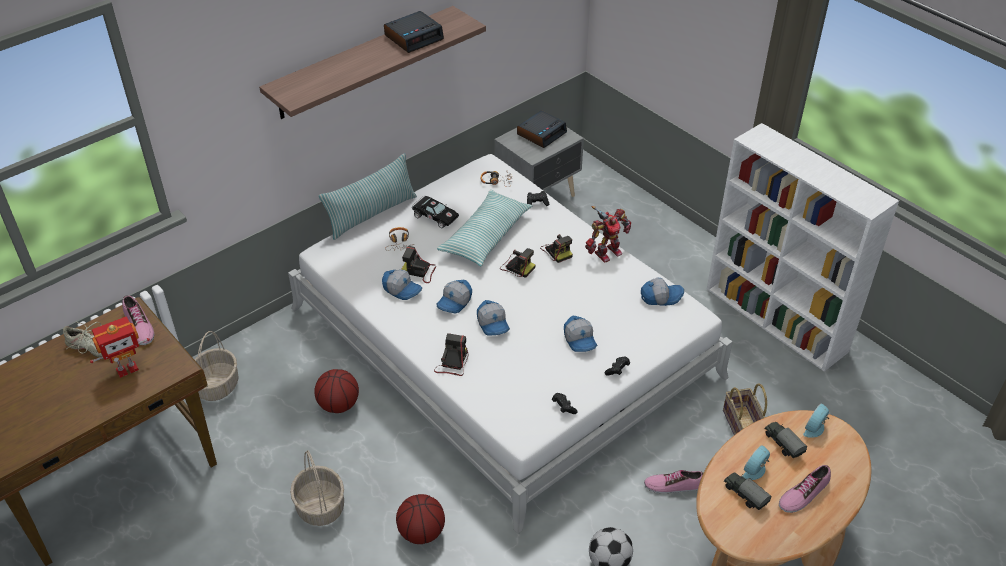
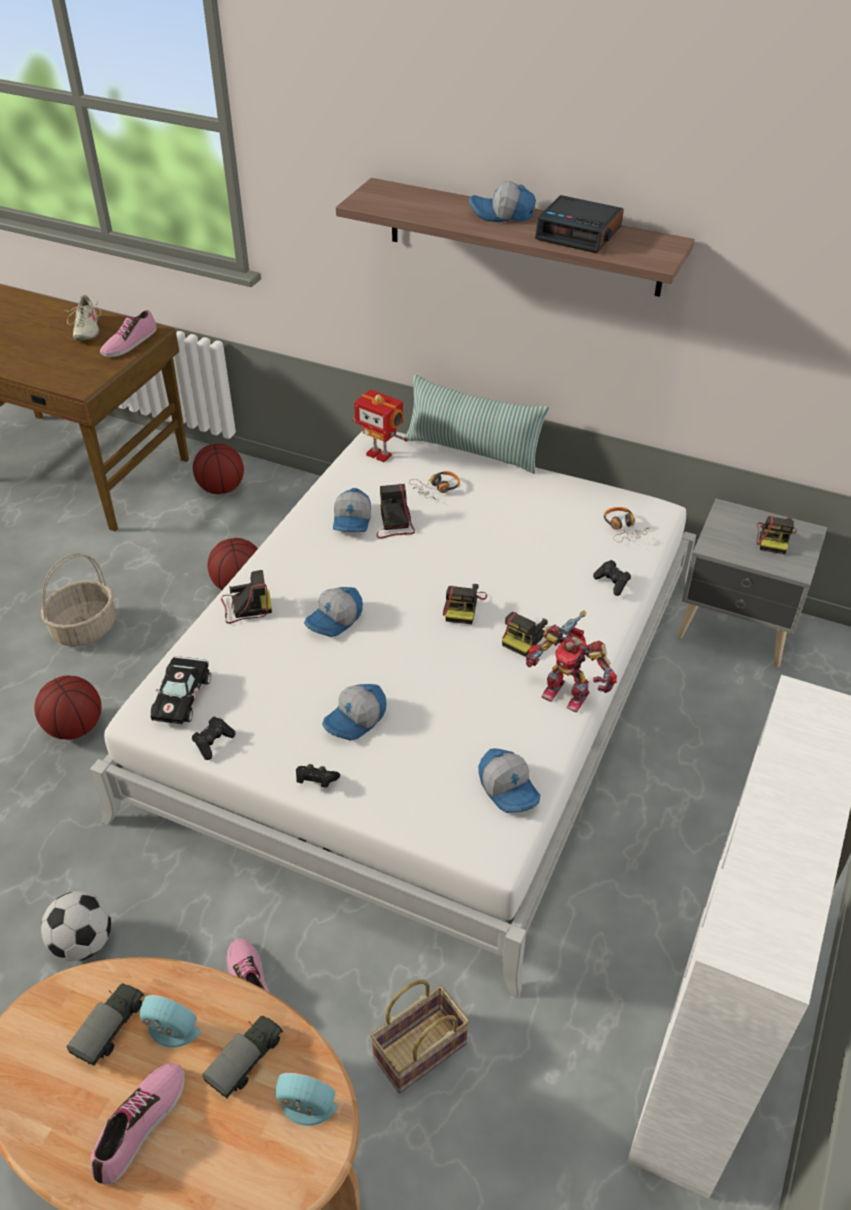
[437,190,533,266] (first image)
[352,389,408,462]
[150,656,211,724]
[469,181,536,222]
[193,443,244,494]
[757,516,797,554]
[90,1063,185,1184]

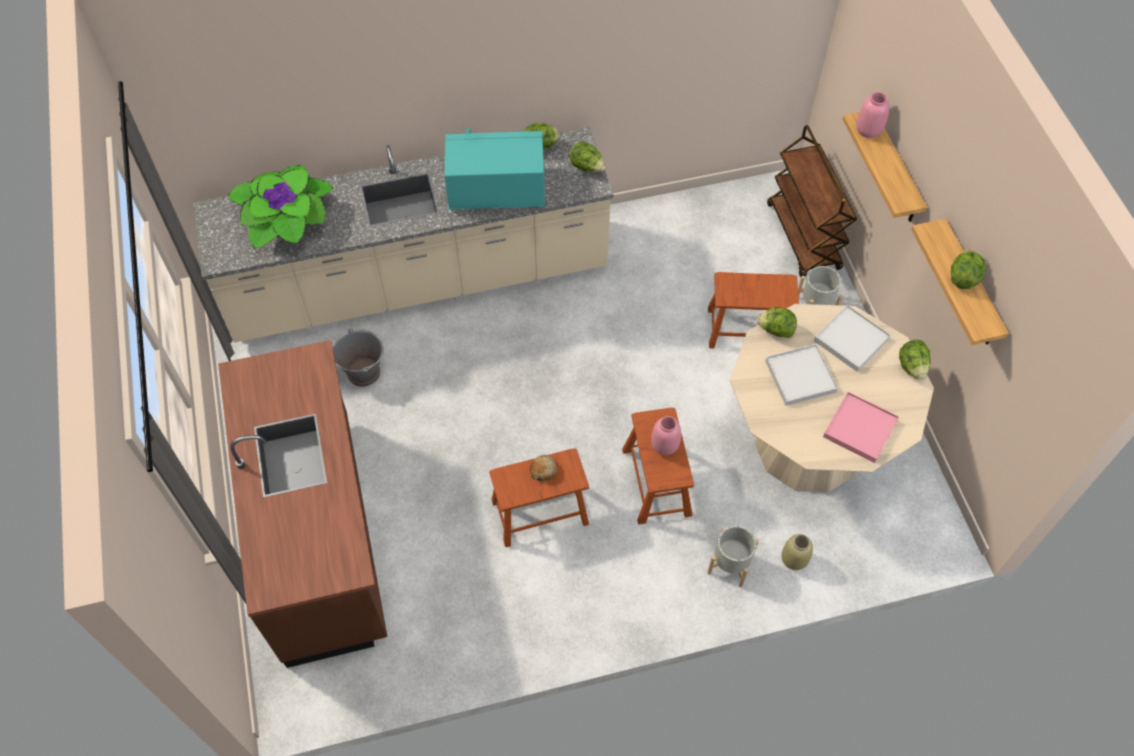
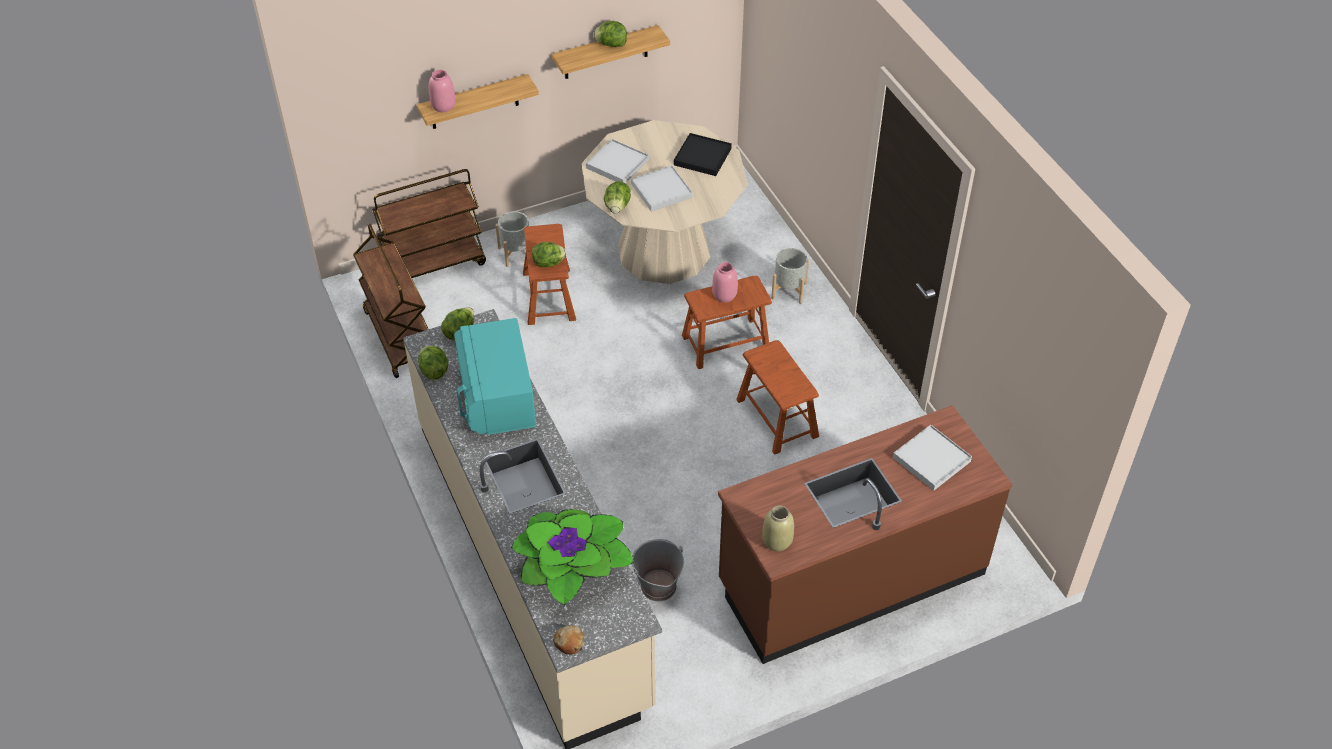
[353,224,429,378]
[893,425,972,491]
[553,625,584,655]
[762,505,794,551]
[532,242,566,267]
[674,133,732,176]

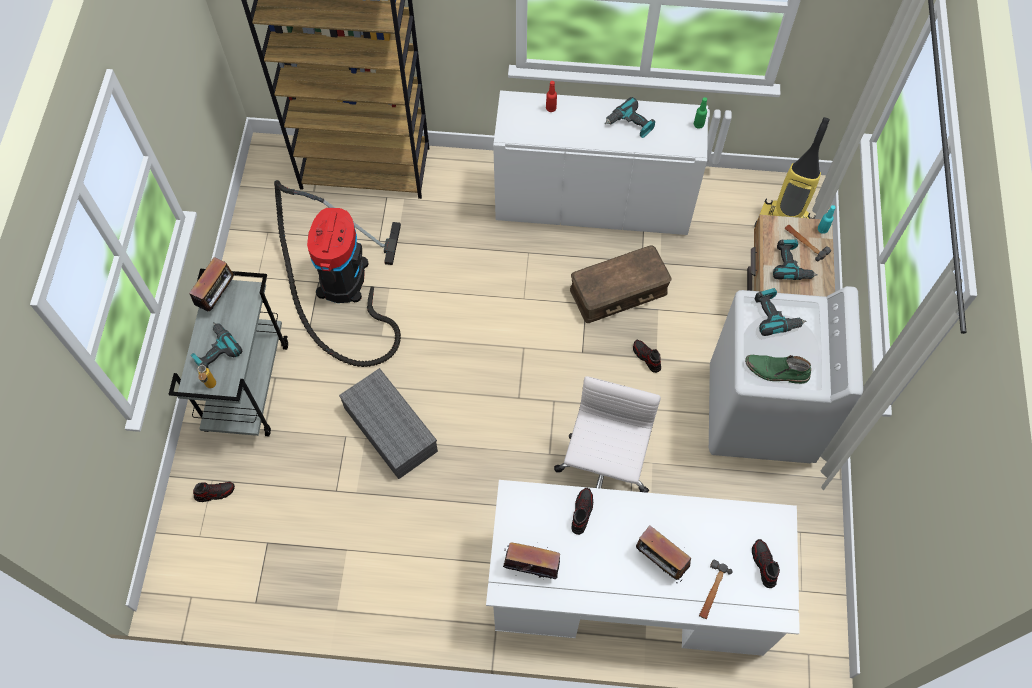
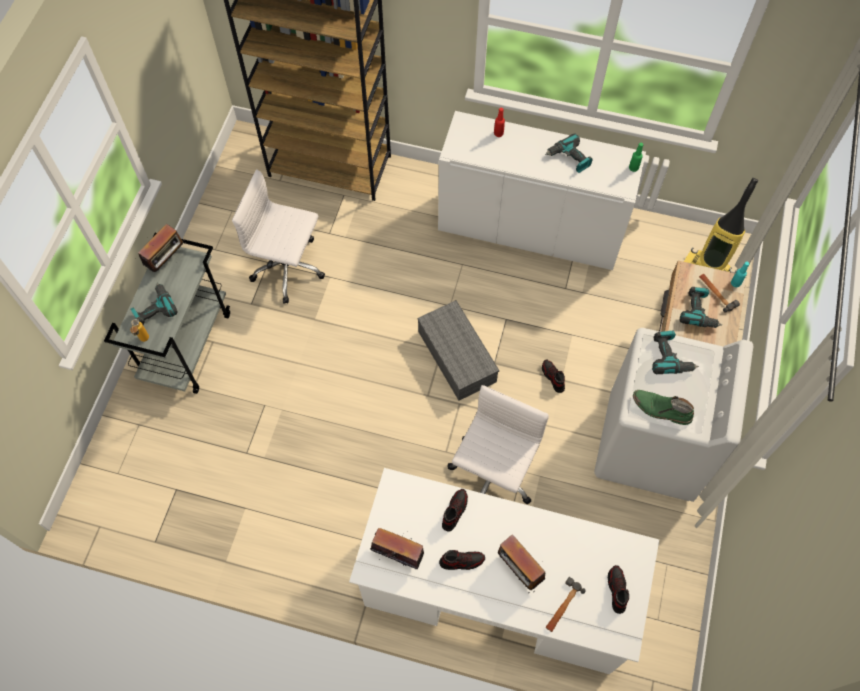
[570,246,671,323] (first image)
[439,550,485,570]
[417,300,499,401]
[232,169,325,304]

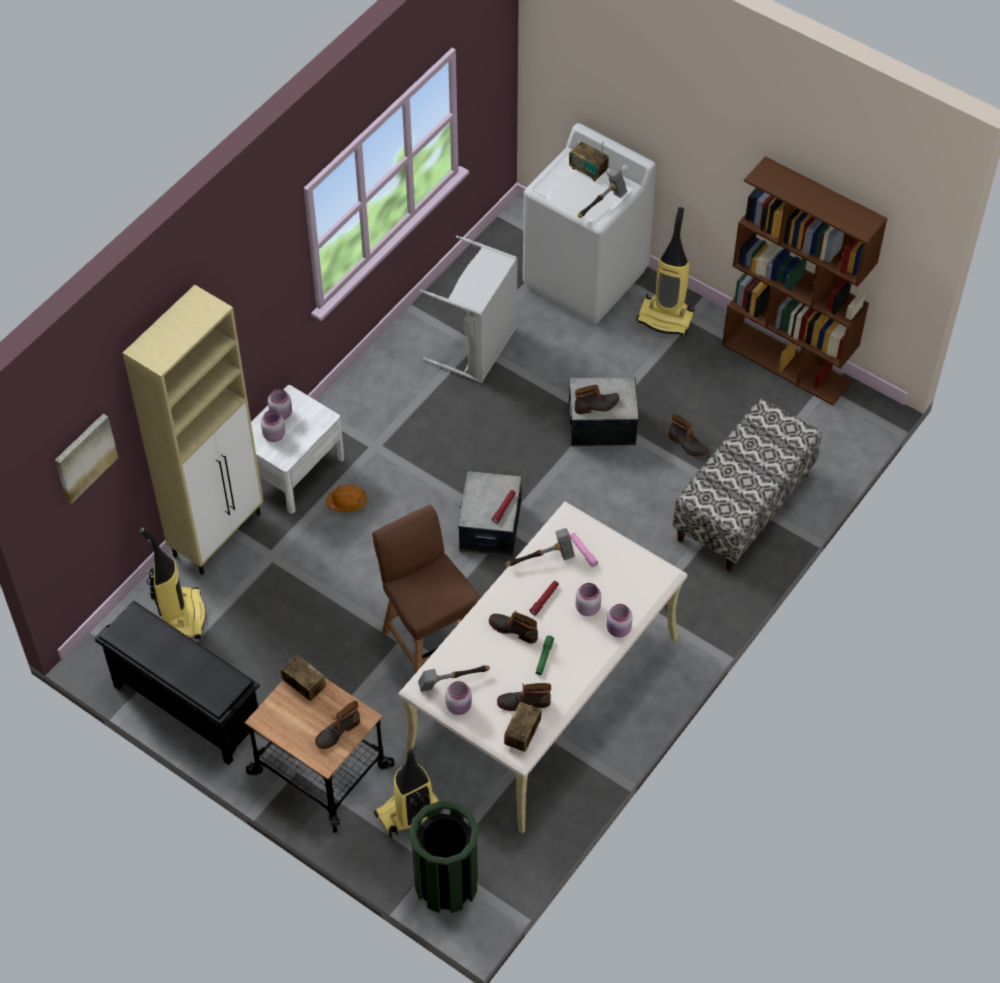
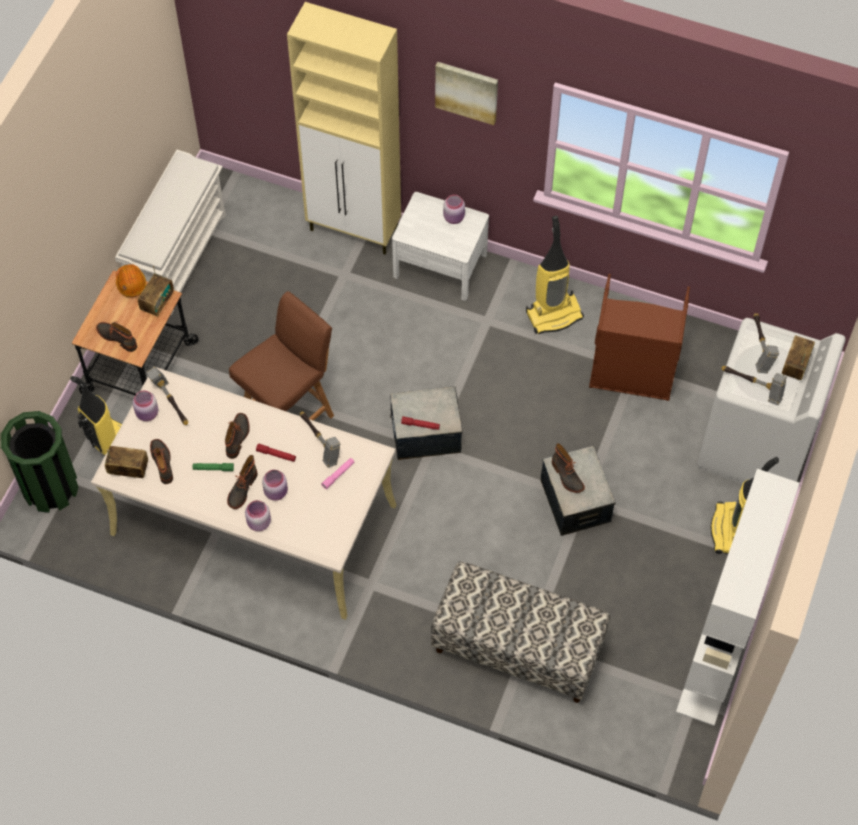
[261,410,285,442] (first image)
[754,313,779,373]
[435,62,498,125]
[526,216,584,334]
[116,264,146,297]
[227,455,258,509]
[115,150,226,315]
[589,274,690,401]
[676,469,799,726]

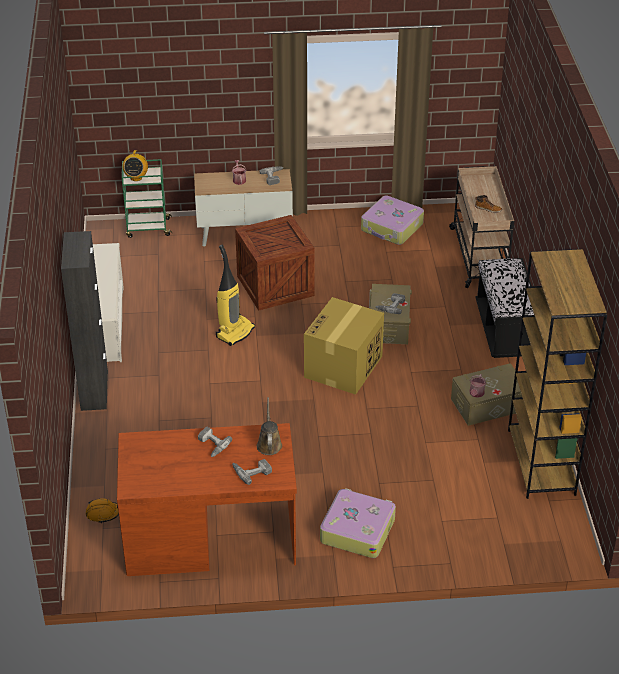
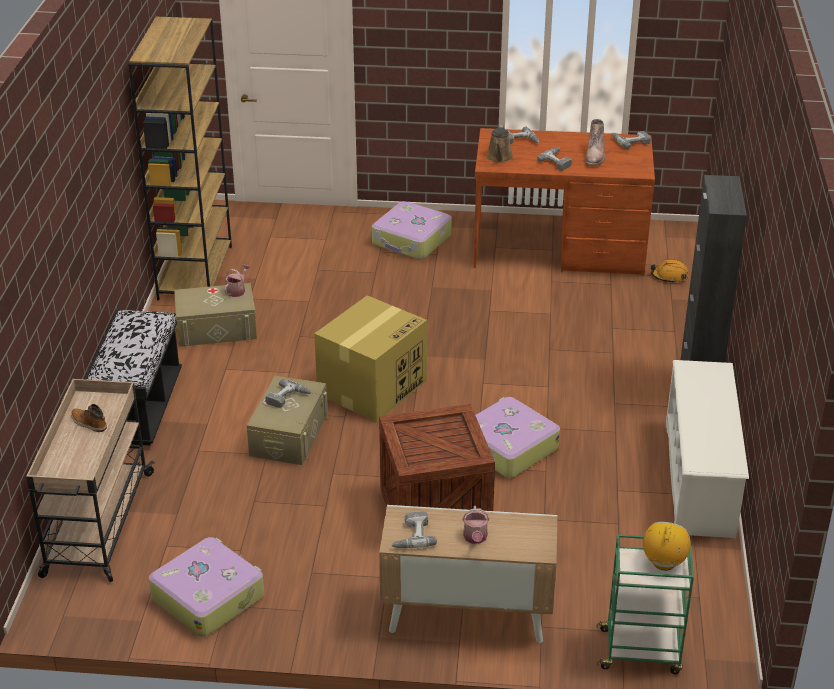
[585,119,605,166]
[612,131,651,149]
[475,397,560,478]

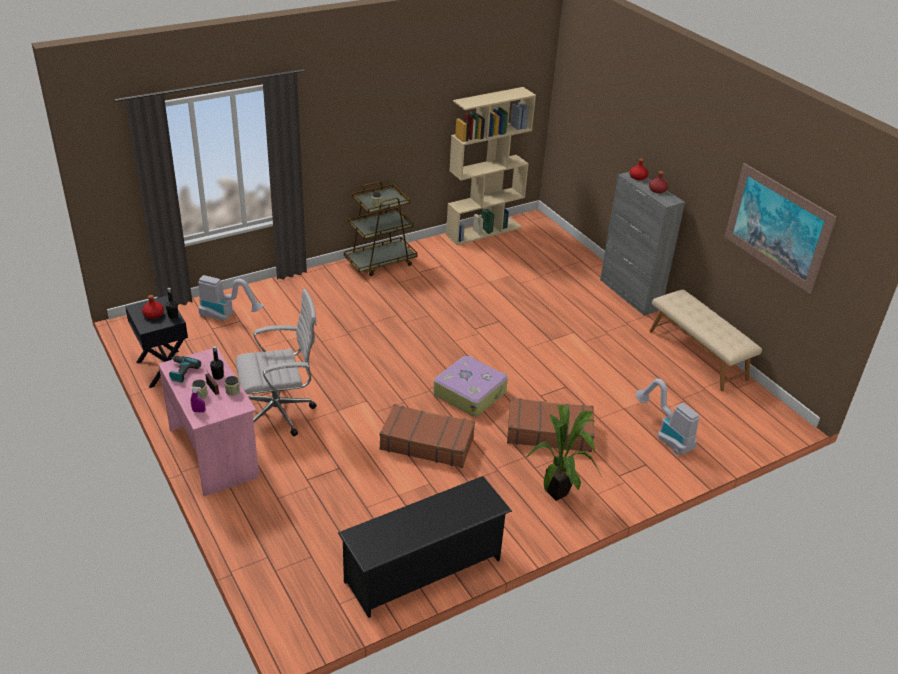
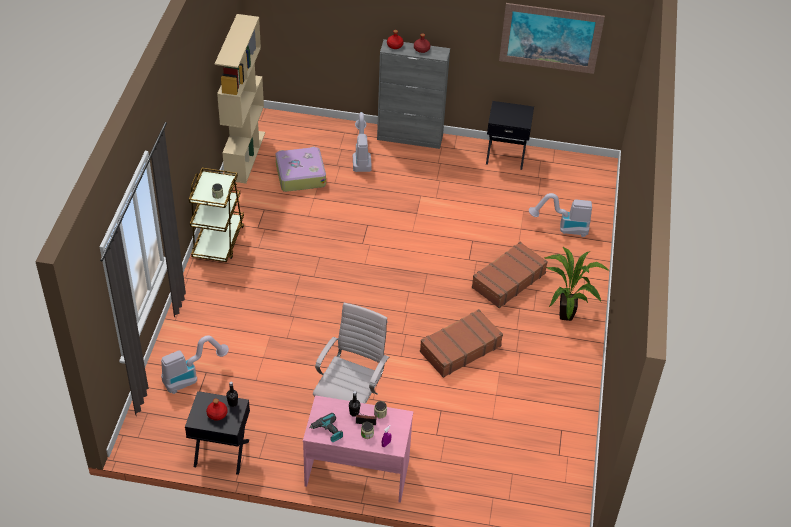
[338,476,512,618] (first image)
[353,112,372,172]
[276,147,326,192]
[486,101,534,170]

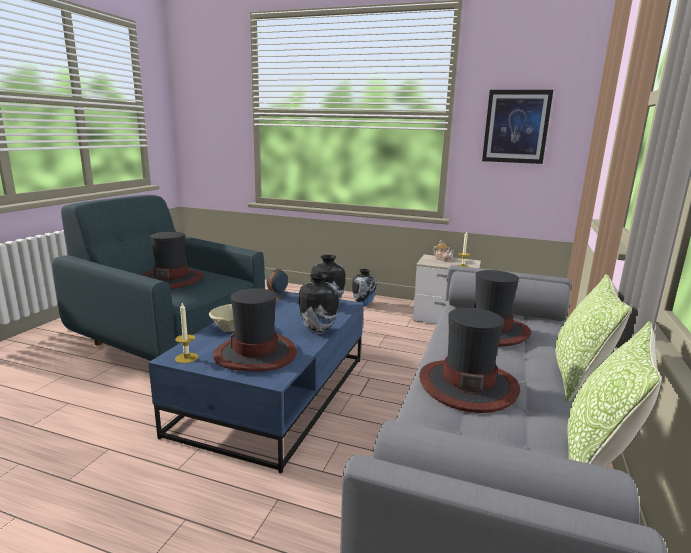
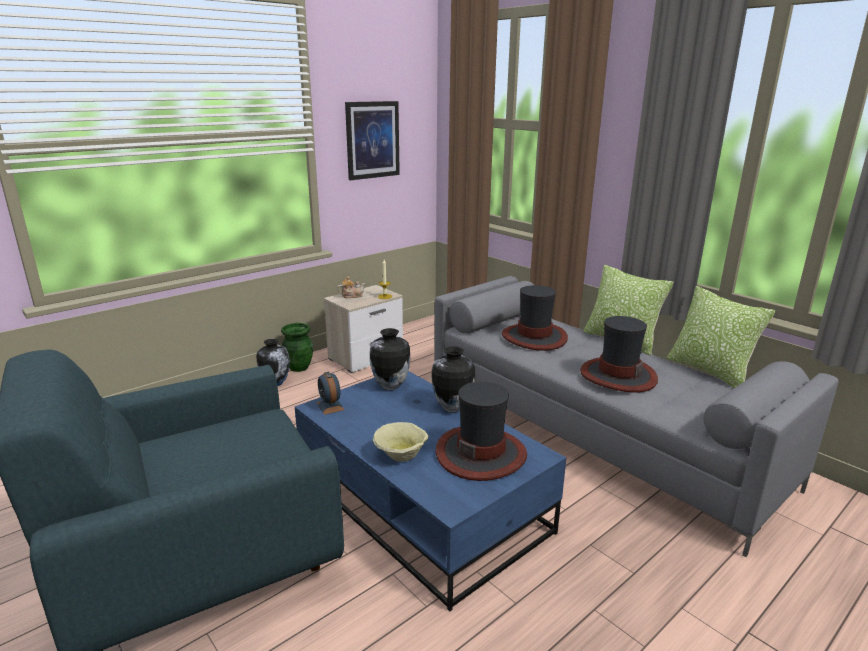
[142,232,203,289] (first image)
[175,303,198,363] (first image)
[281,323,313,372]

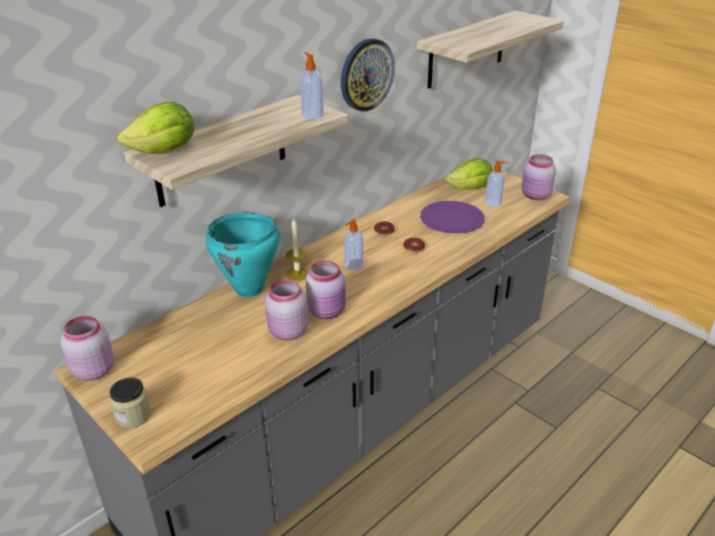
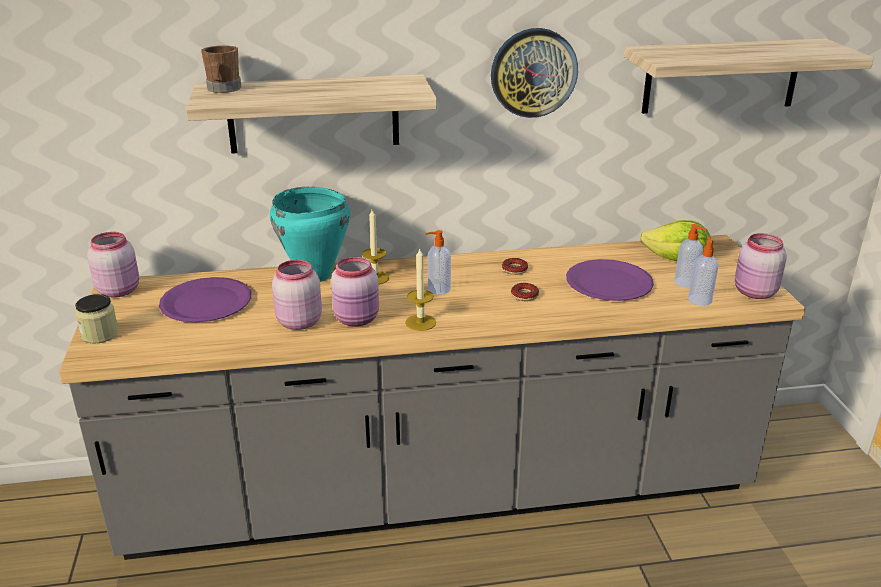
[159,277,251,322]
[405,249,436,331]
[688,236,718,306]
[201,45,241,93]

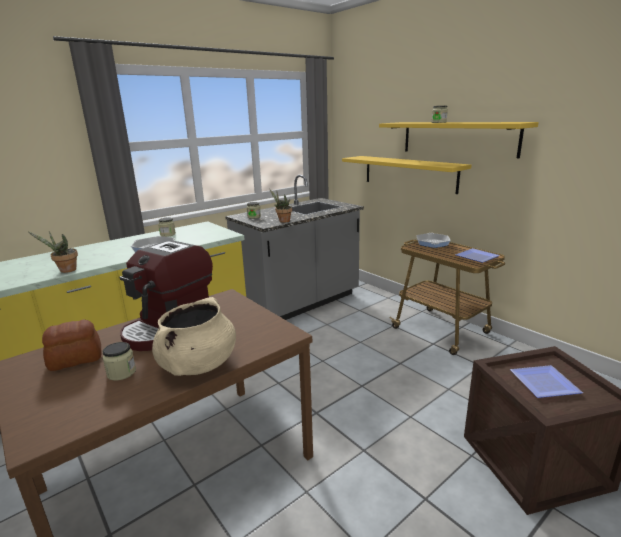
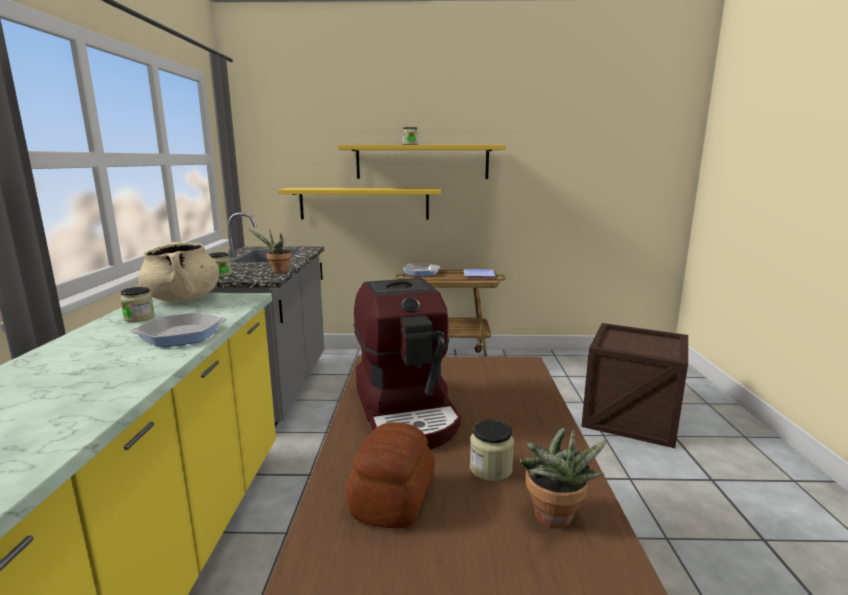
[510,365,583,398] (first image)
[520,428,608,529]
[138,242,219,303]

